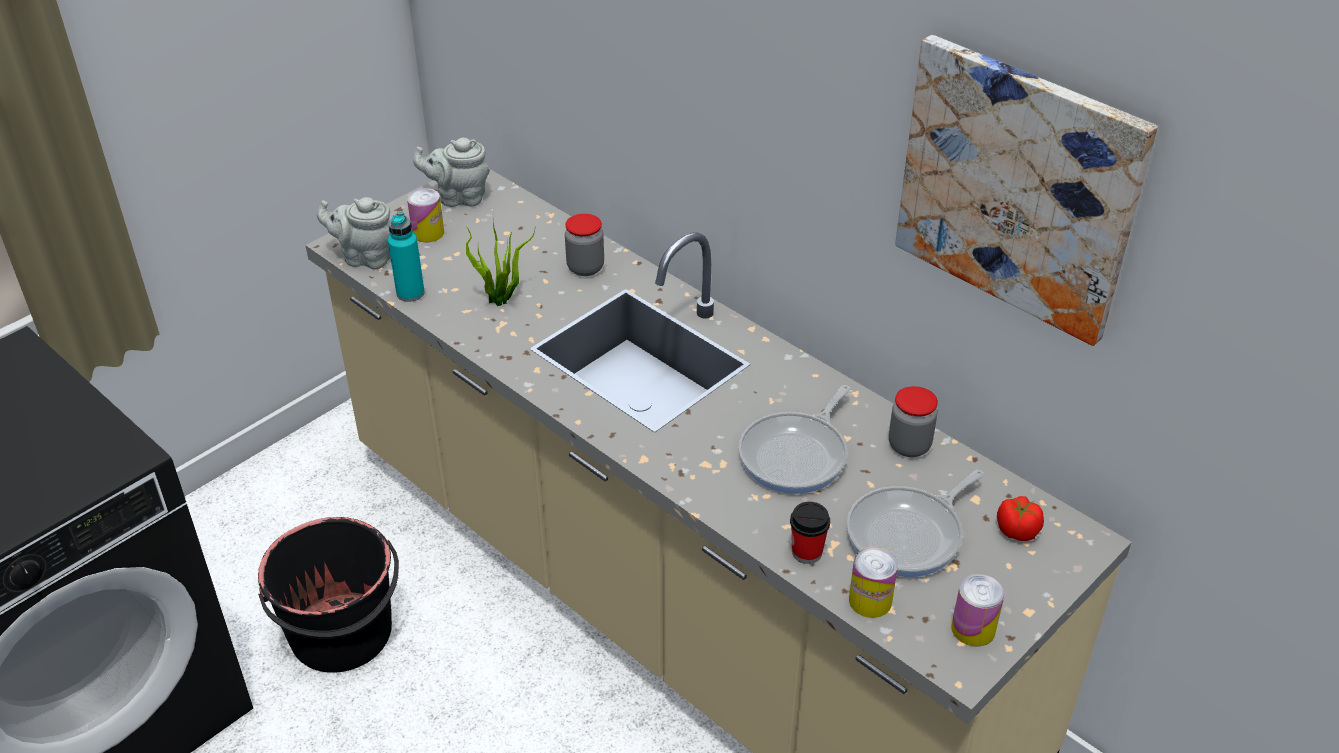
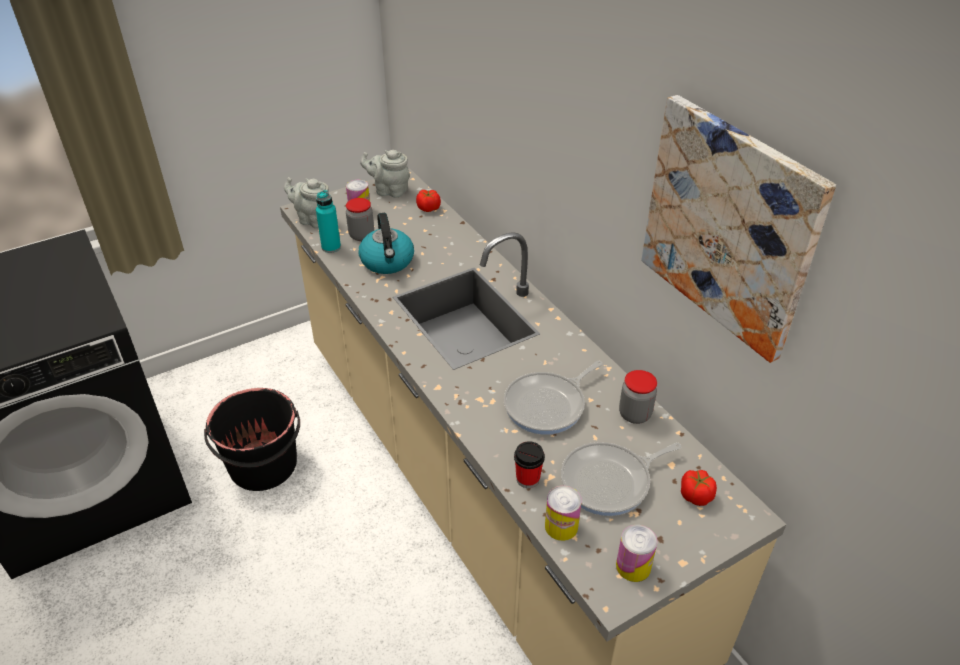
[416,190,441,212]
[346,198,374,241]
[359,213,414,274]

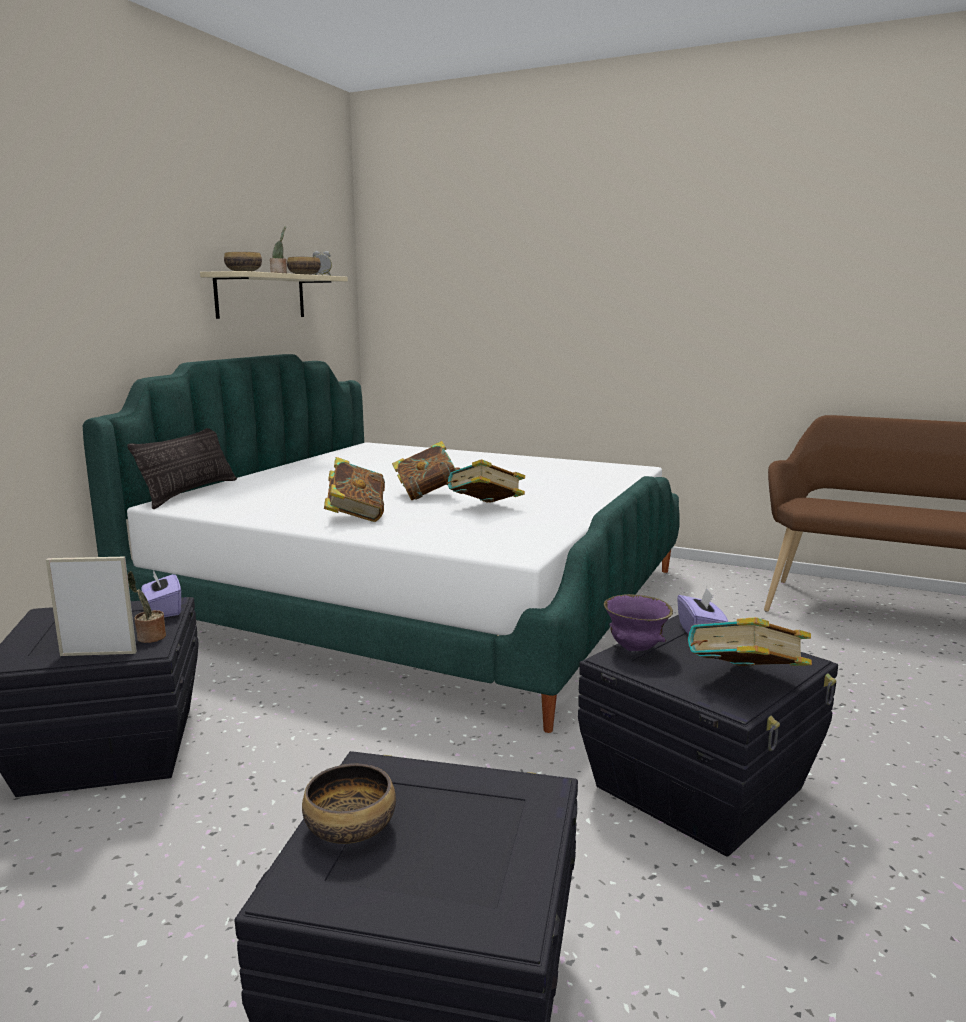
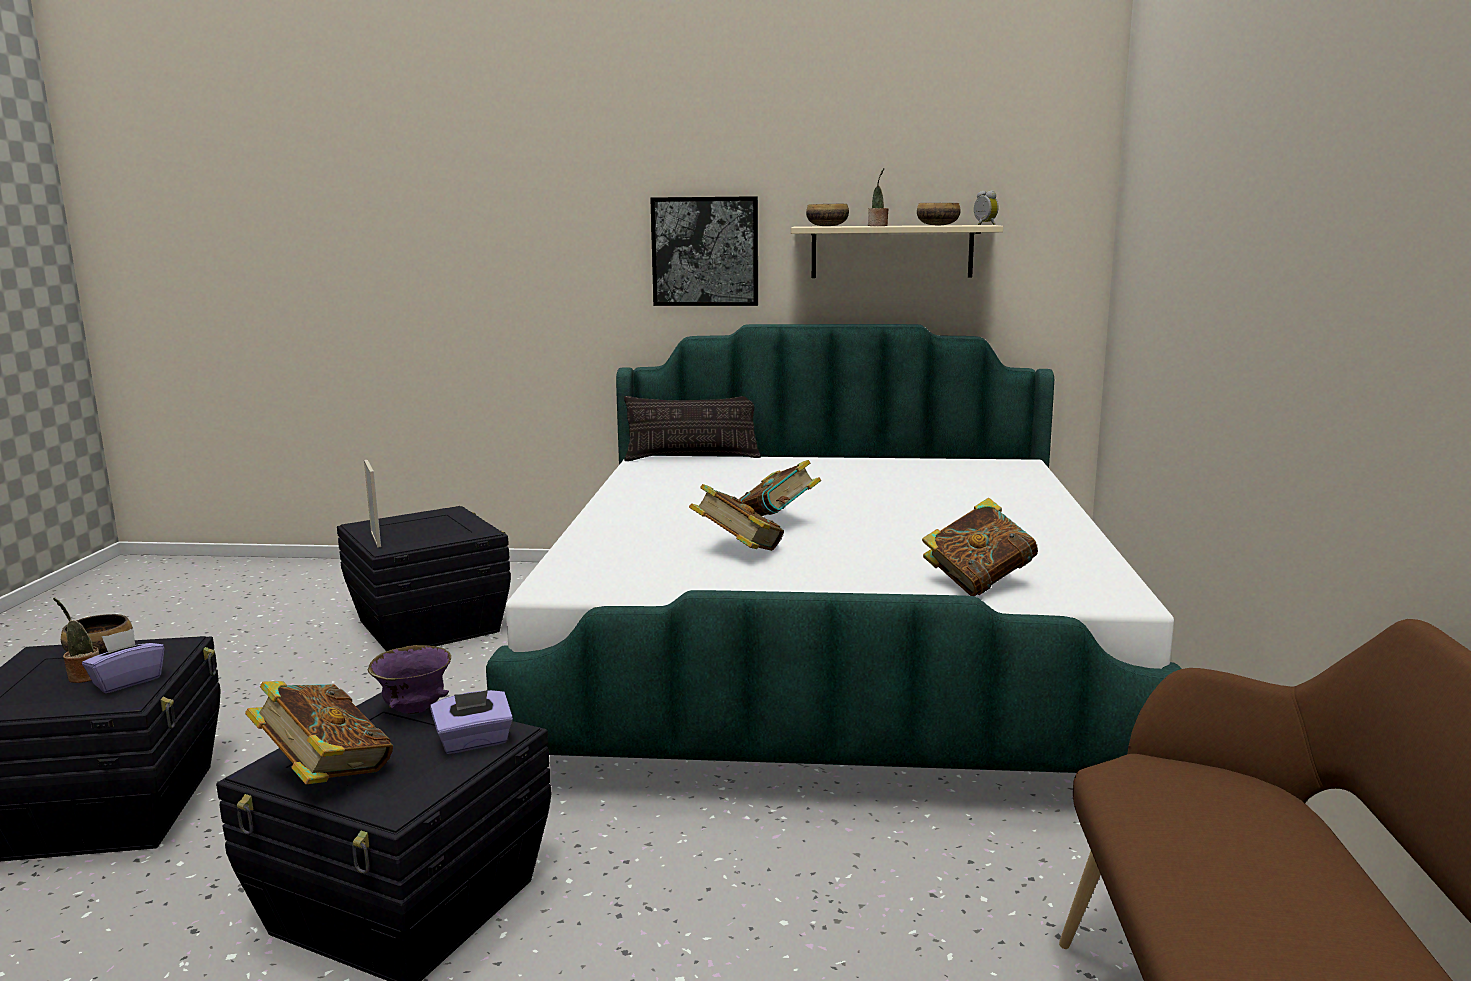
[650,196,758,306]
[53,598,99,683]
[82,629,164,693]
[922,498,1038,596]

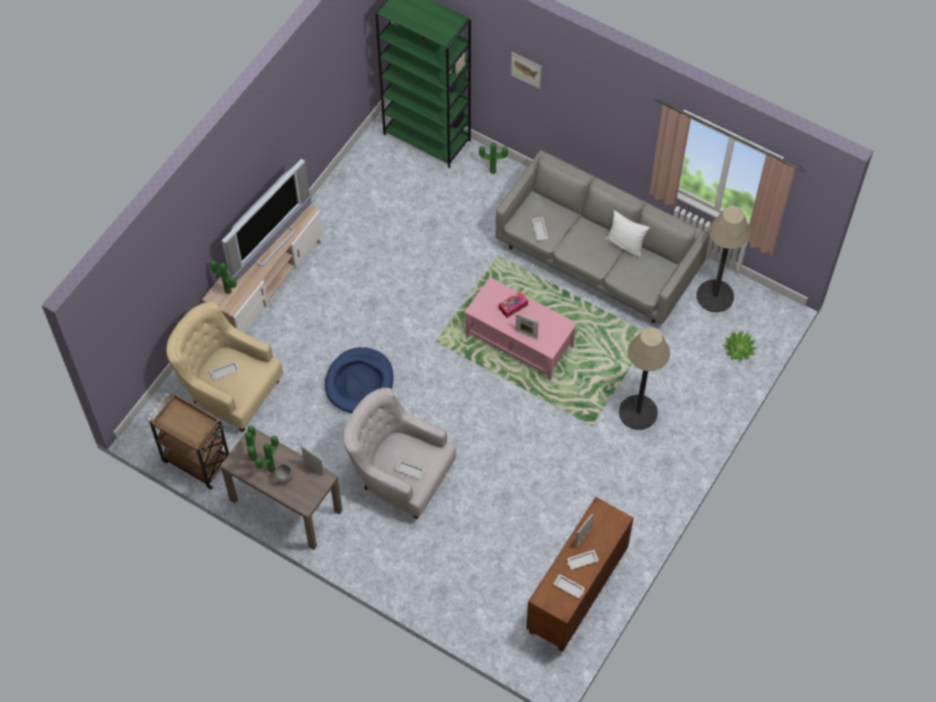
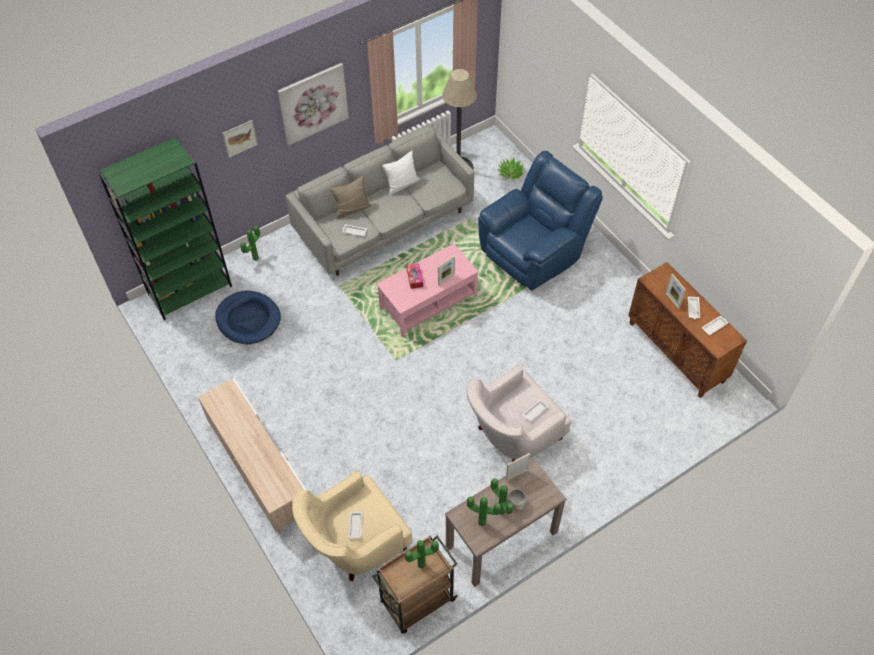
[222,159,312,282] (first image)
[278,63,349,145]
[330,176,371,219]
[405,540,439,568]
[215,291,281,344]
[478,151,603,291]

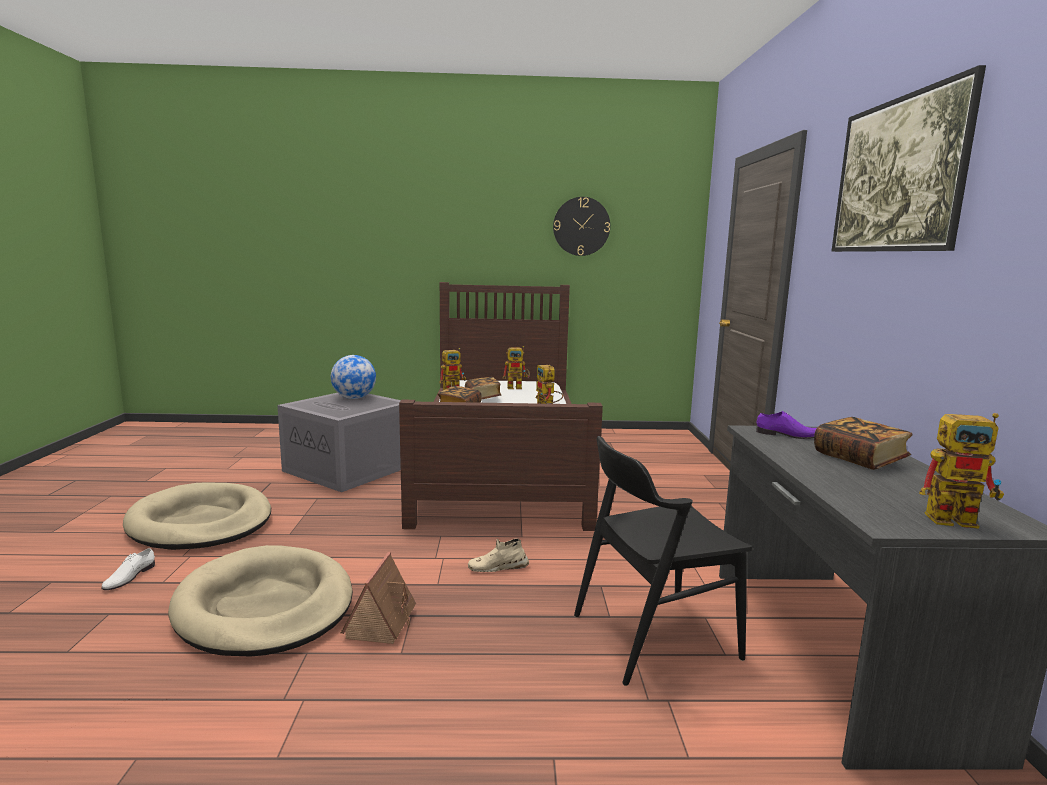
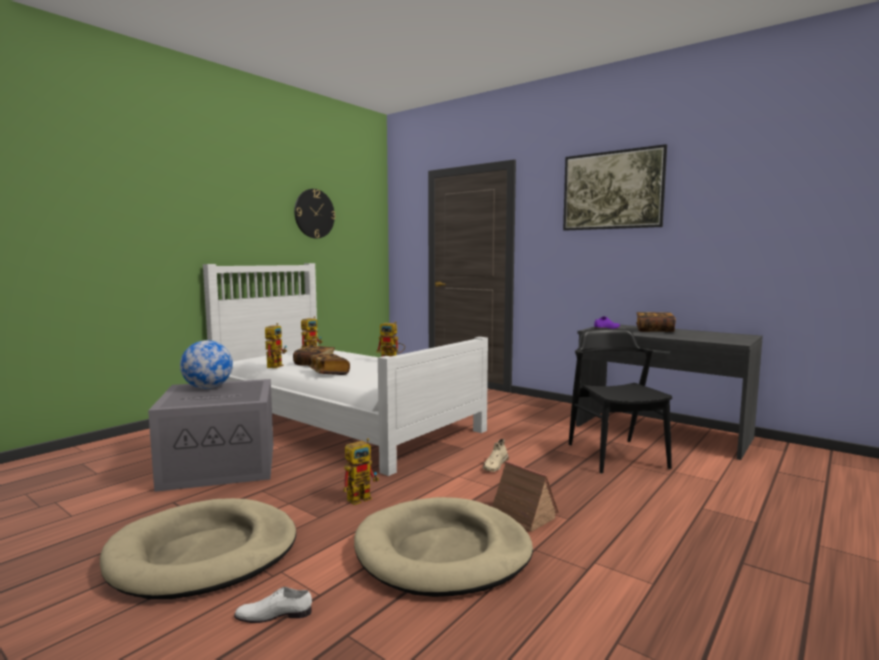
[343,438,379,505]
[203,263,488,476]
[234,587,312,623]
[568,329,672,474]

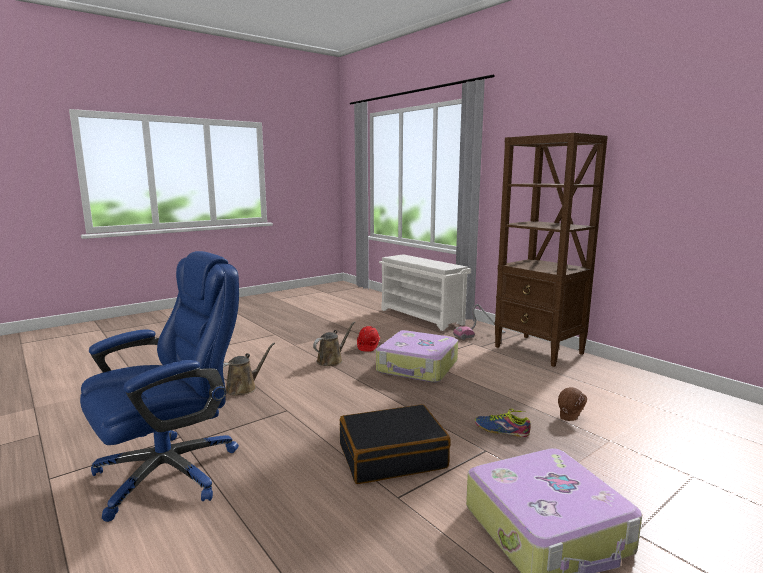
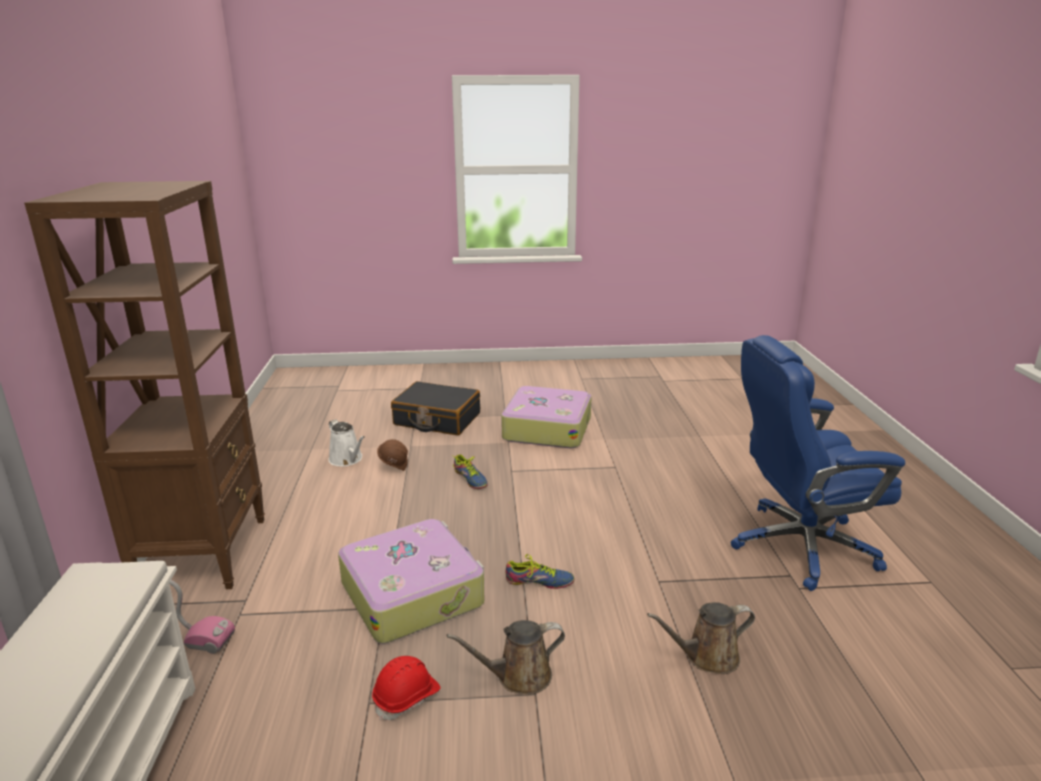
[329,419,365,466]
[505,554,574,589]
[391,381,480,435]

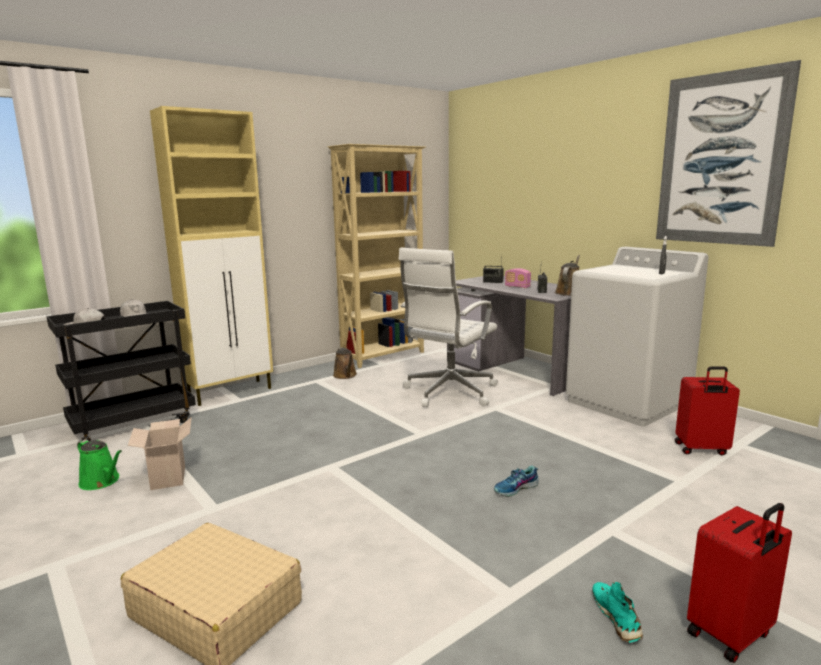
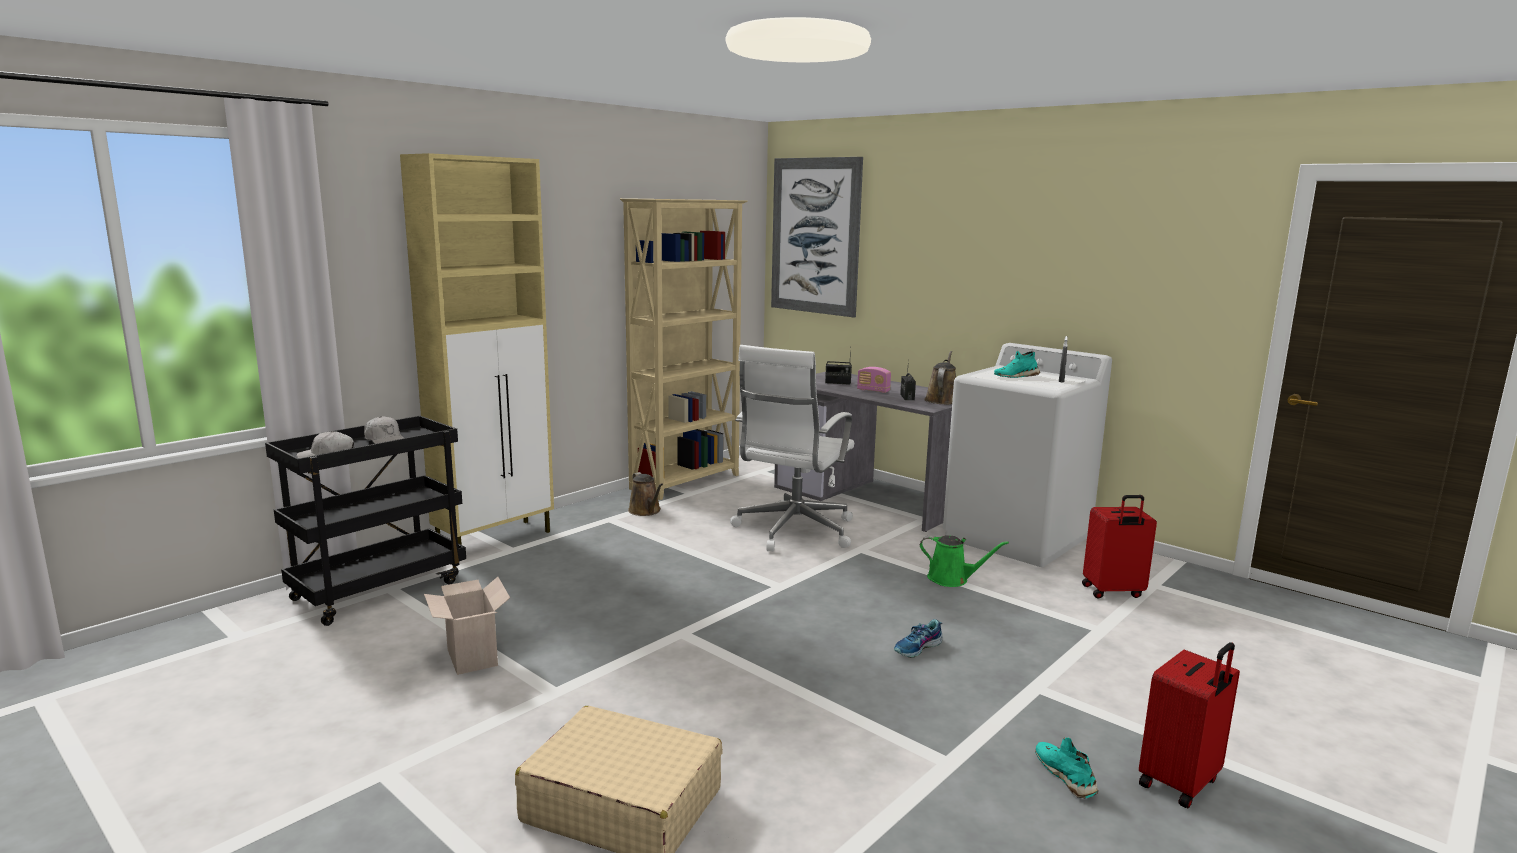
[994,351,1040,378]
[920,535,1009,587]
[771,157,863,318]

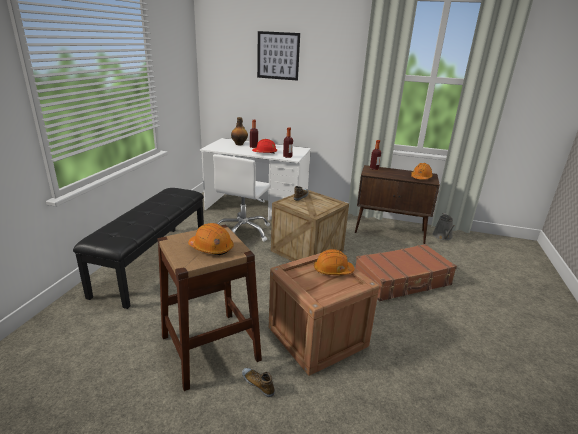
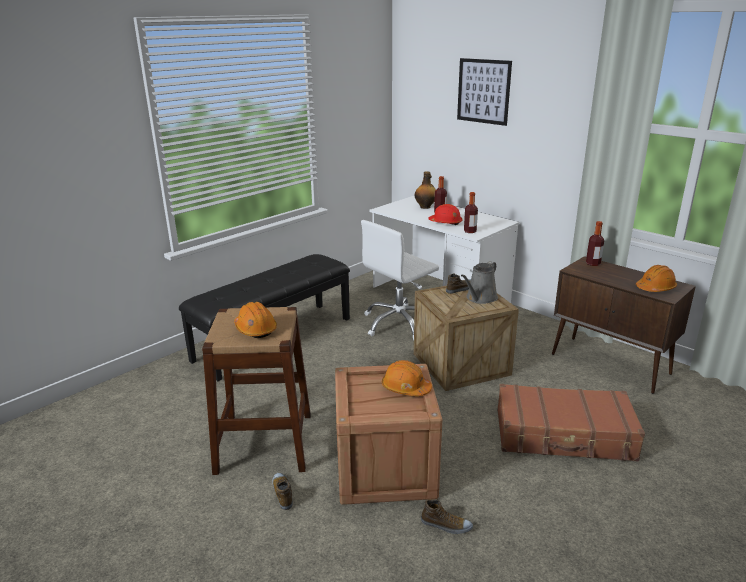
[421,499,473,534]
[461,261,498,304]

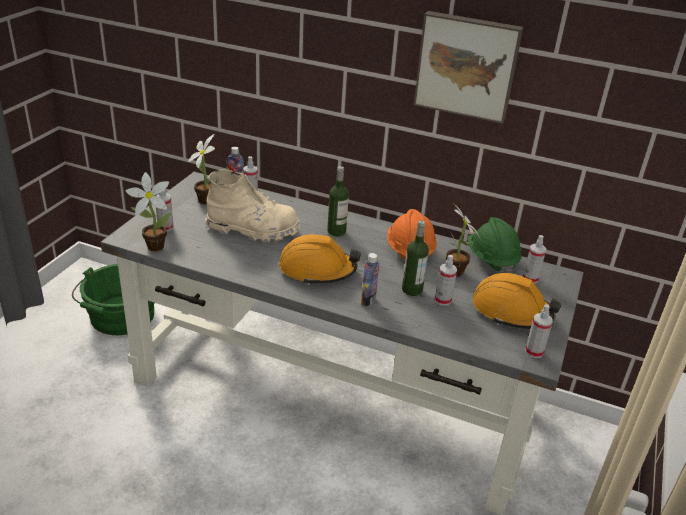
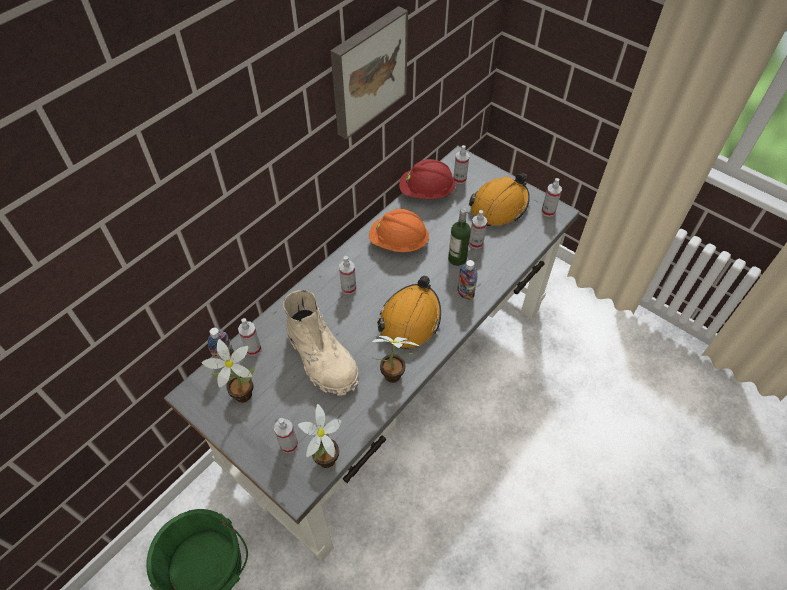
[372,336,419,383]
[339,256,356,294]
[399,159,456,199]
[283,290,359,396]

